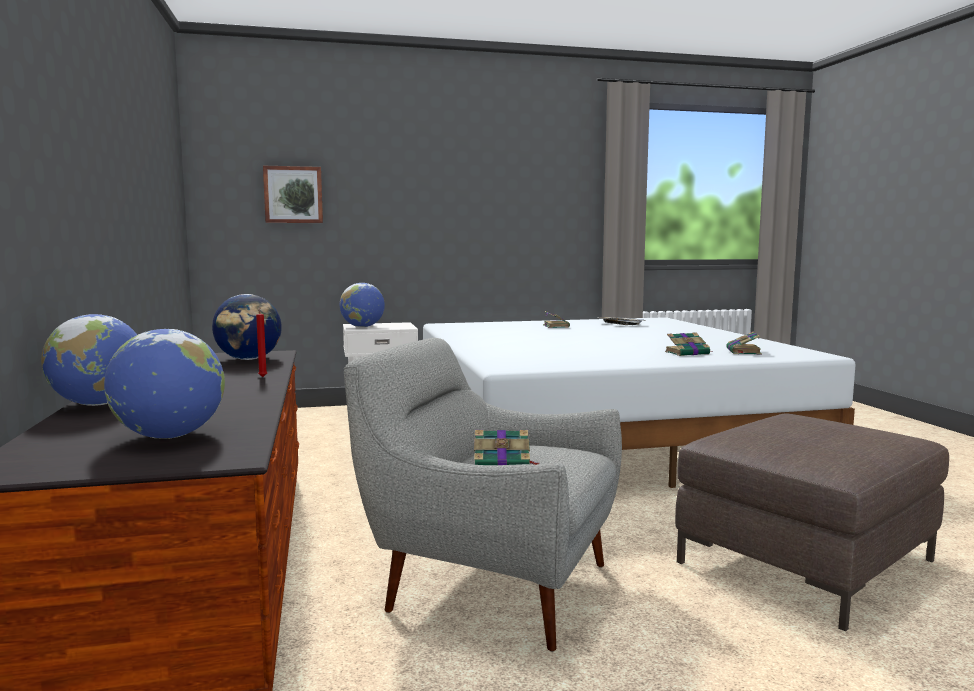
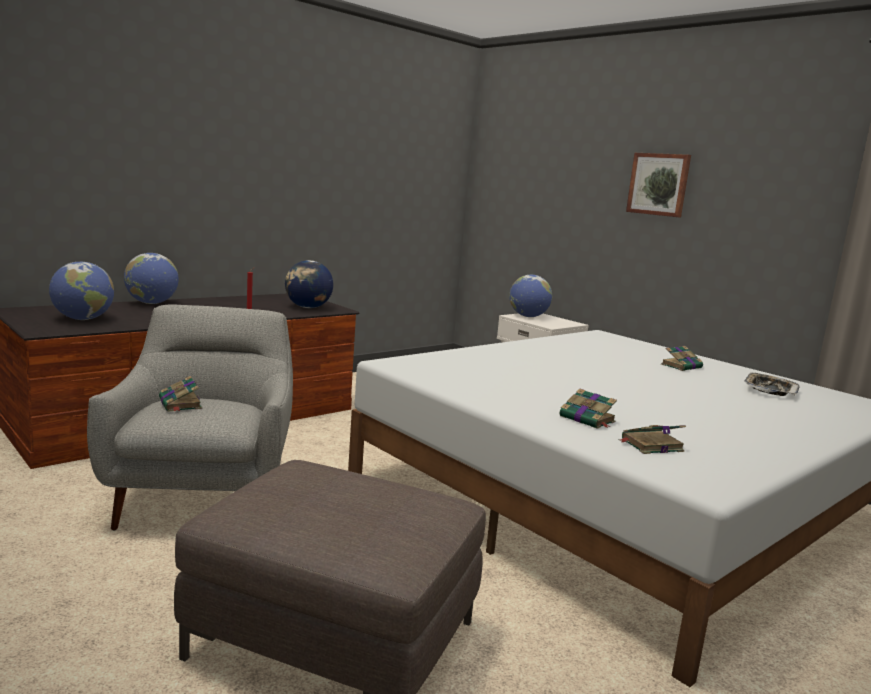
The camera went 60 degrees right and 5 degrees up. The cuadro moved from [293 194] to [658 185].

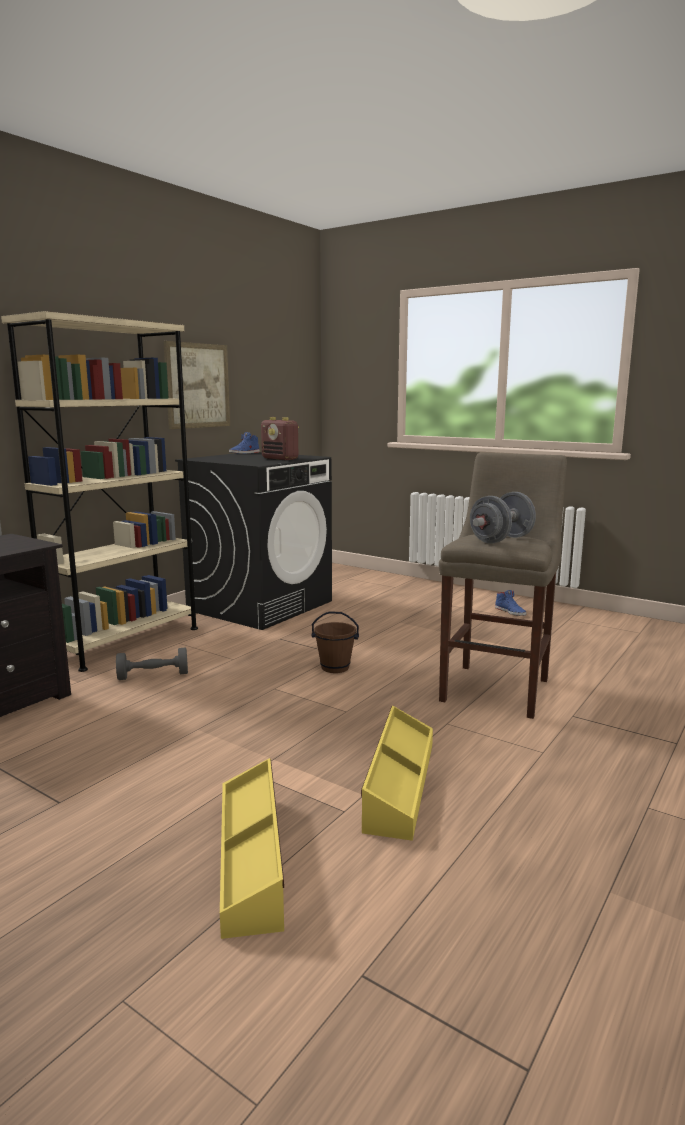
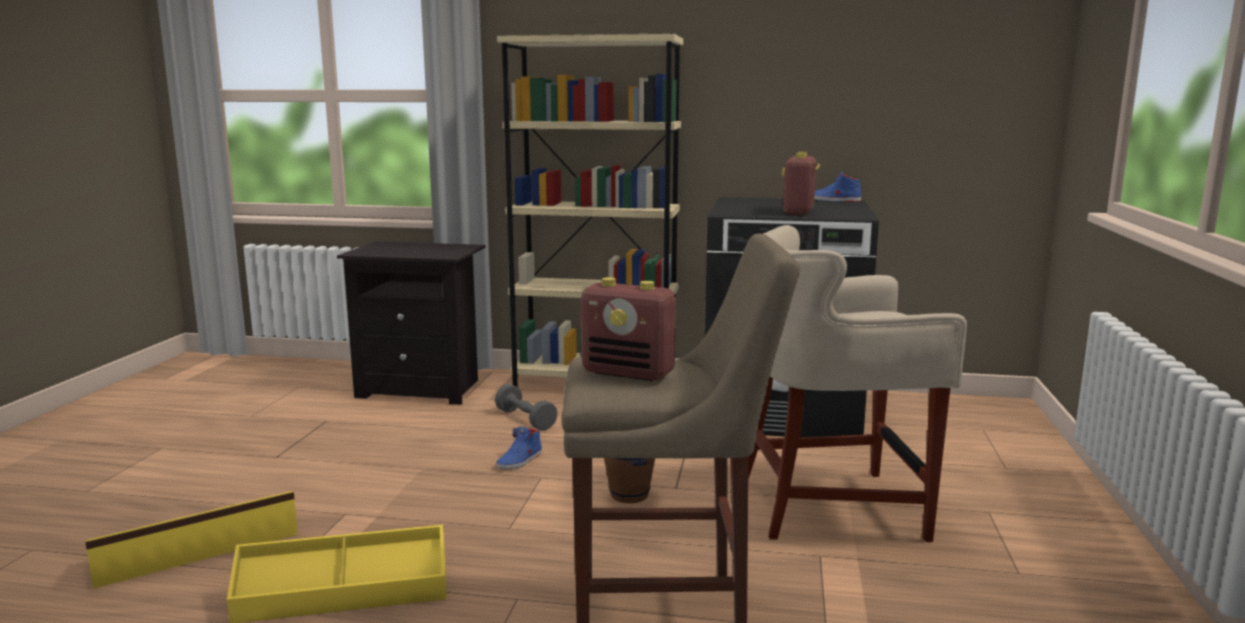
The camera went 65 degrees right and 0 degrees up. The cuadro at [196 385] disappeared. The mancuerna (gris) at [503 518] was replaced by the radio at [628 329]. The zapato (azul) moved from [511 603] to [519 448]. The taburete (beis) at [857 383] appeared.

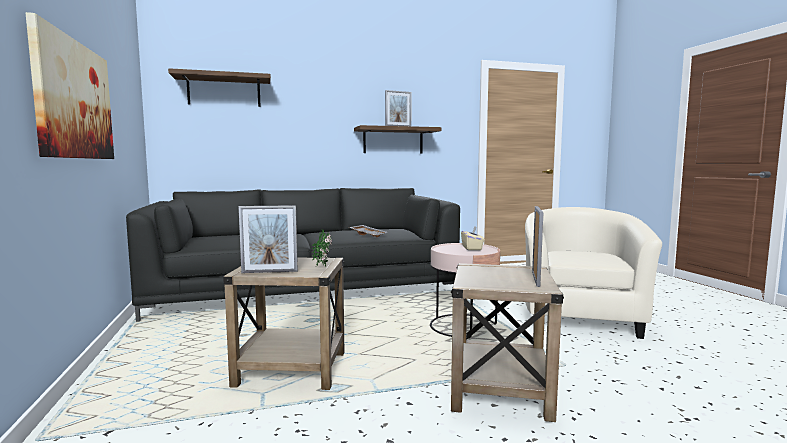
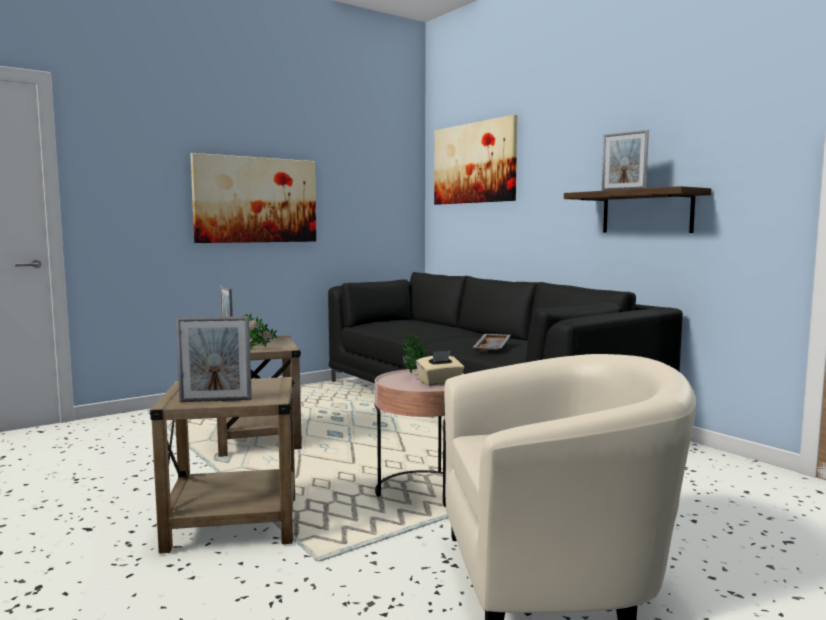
The camera went 70 degrees right and 0 degrees up. The estante at [219 87] was replaced by the cuadro at [475 160]. The planta en maceta at [414 353] appeared.

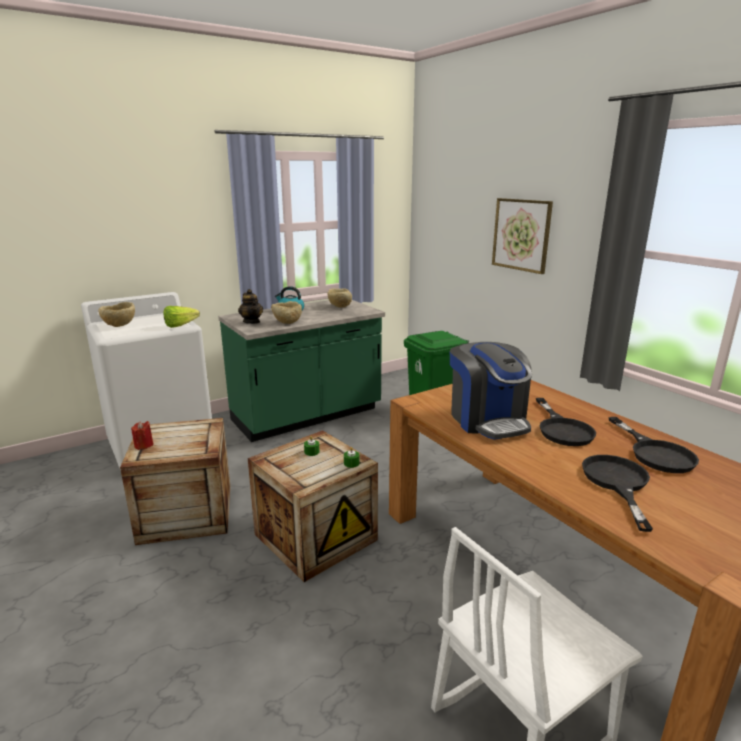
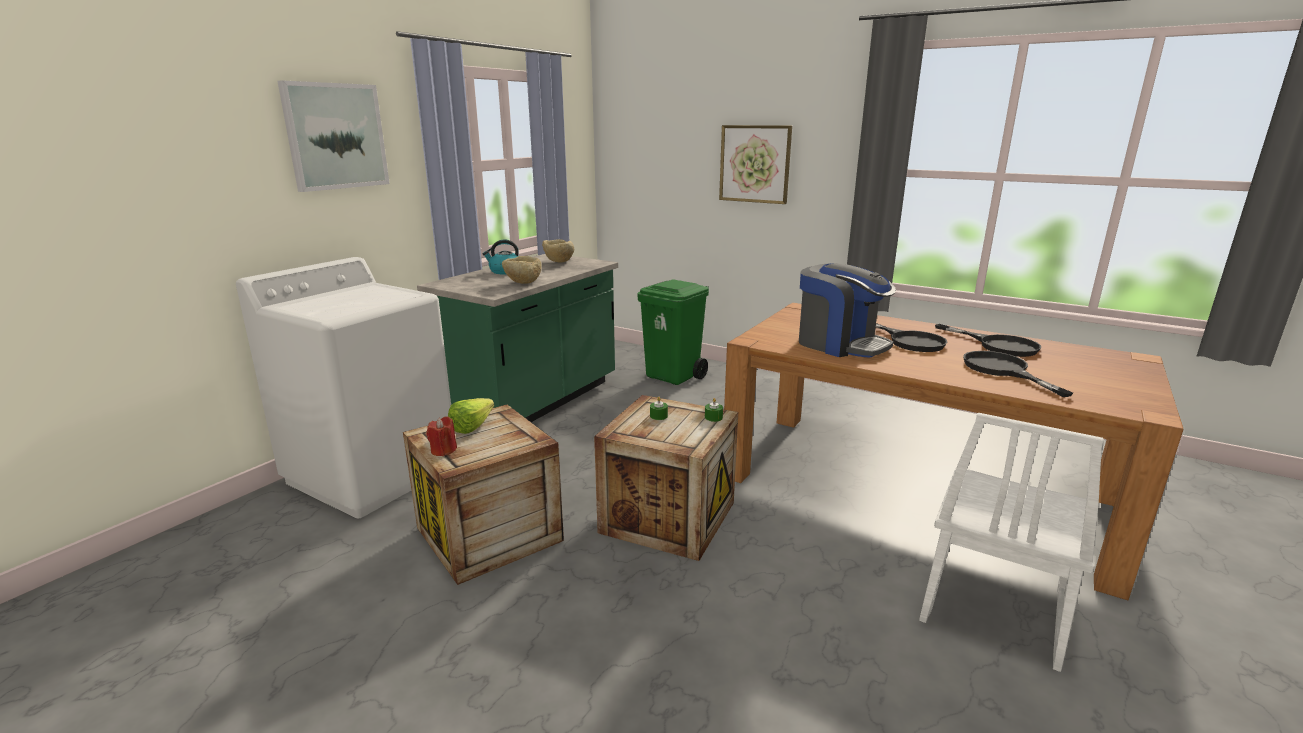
The camera went 25 degrees left and 0 degrees up. The tetera at [250 306] disappeared. The cuenco (beis) at [116 314] disappeared. The lechuga moved from [182 317] to [471 416]. The cuadro at [333 136] appeared.

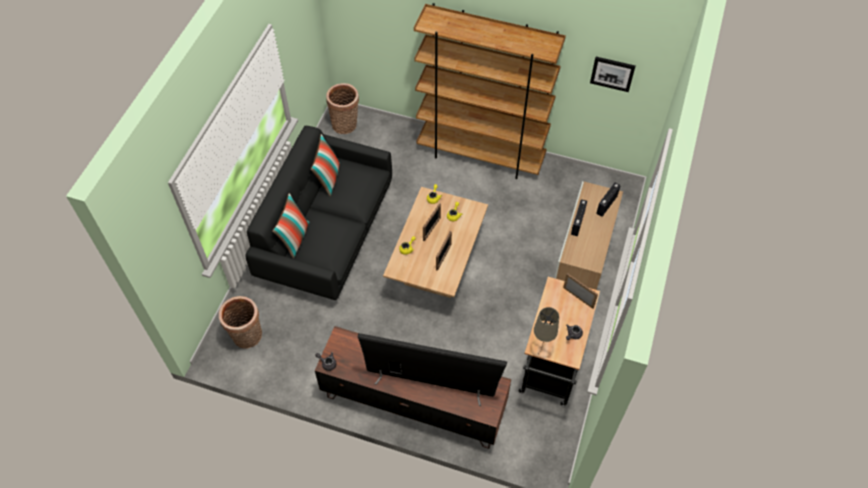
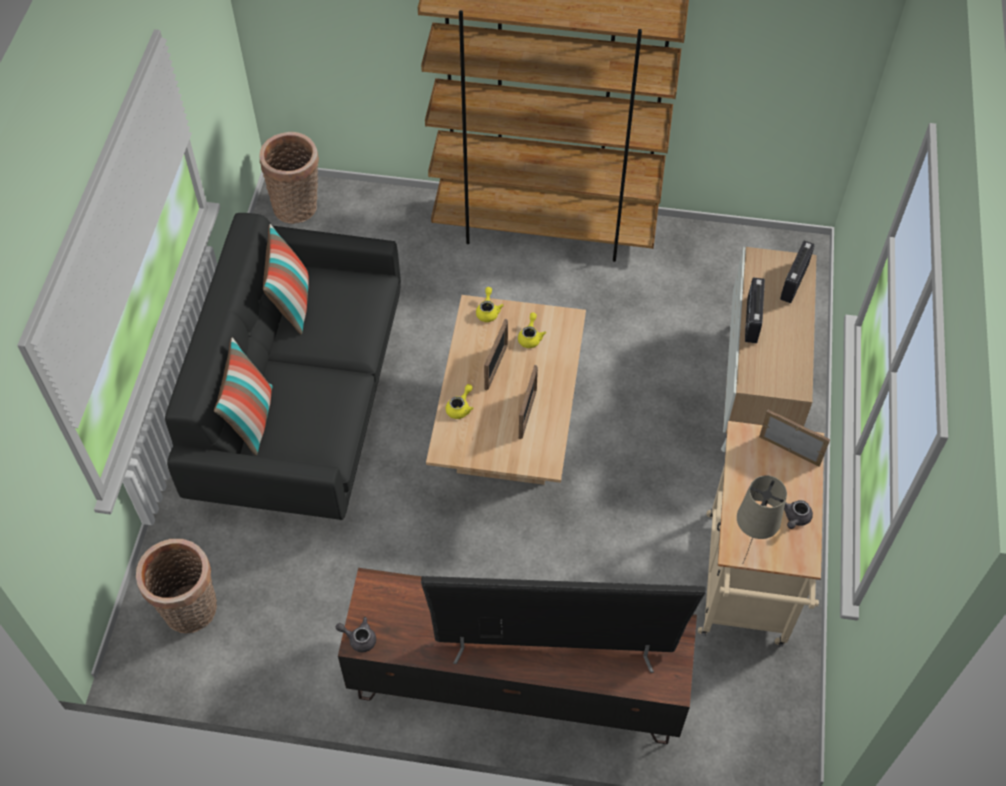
The camera went 10 degrees left and 0 degrees up. The cuadro at [612 74] disappeared. The carrito (negro) at [559 342] became the carrito (beis) at [761 534].

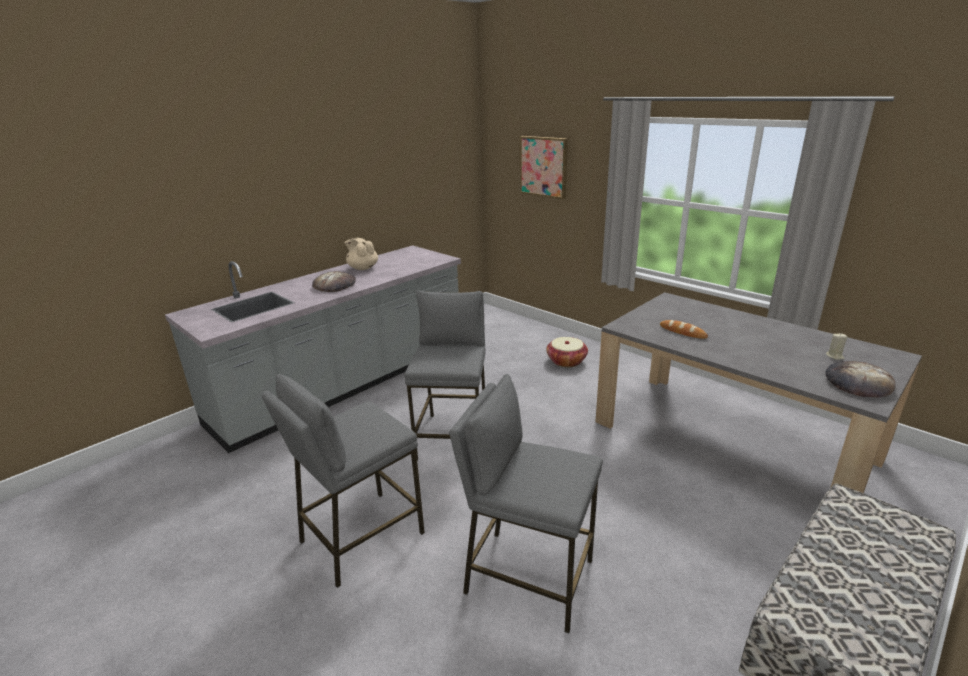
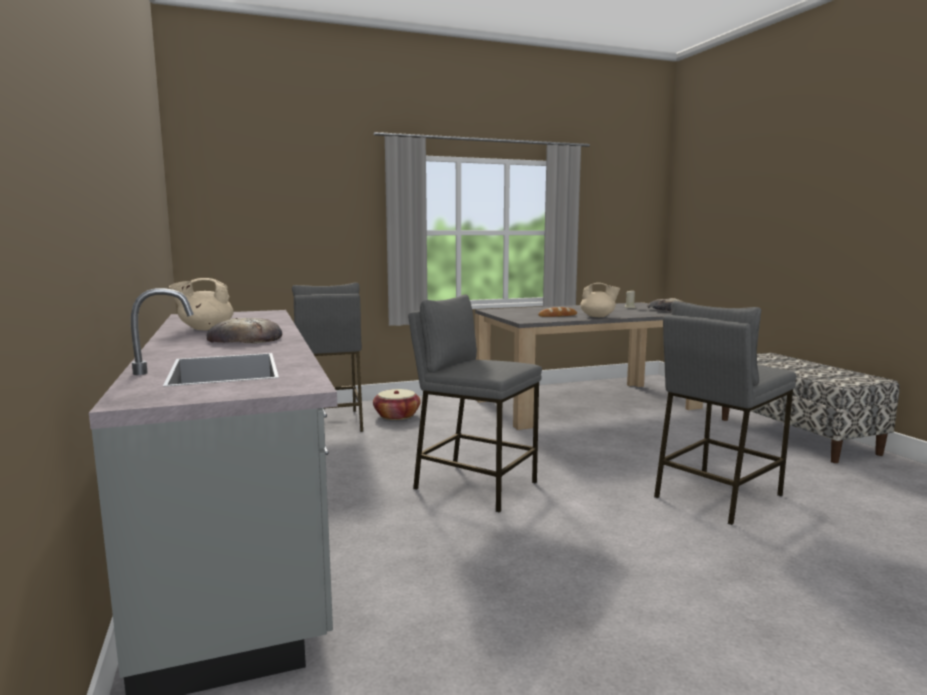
The camera went 65 degrees left and 15 degrees down. The cuadro at [544 168] disappeared. The taburete (gris) moved from [343 481] to [327 357]. The tetera (beis) at [600 300] appeared.

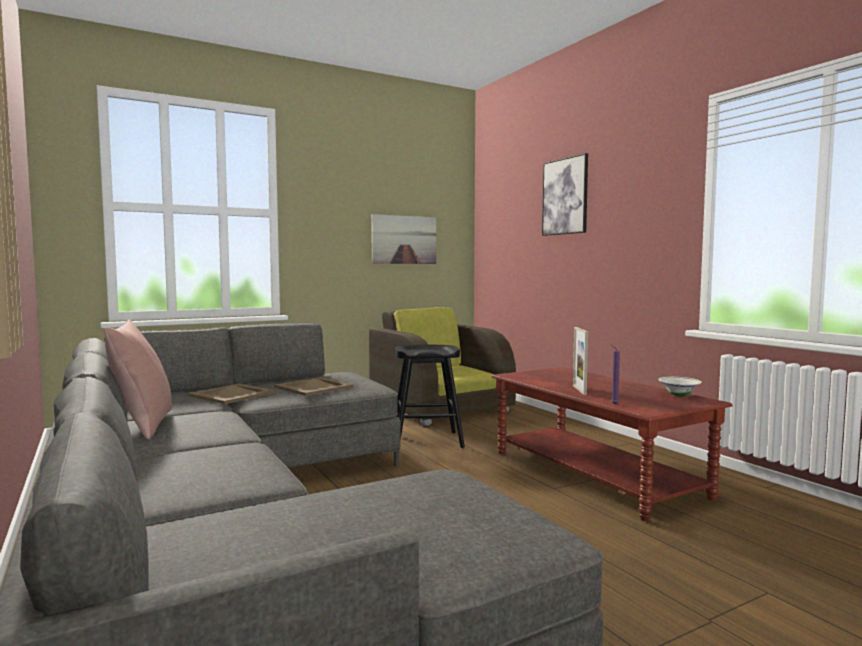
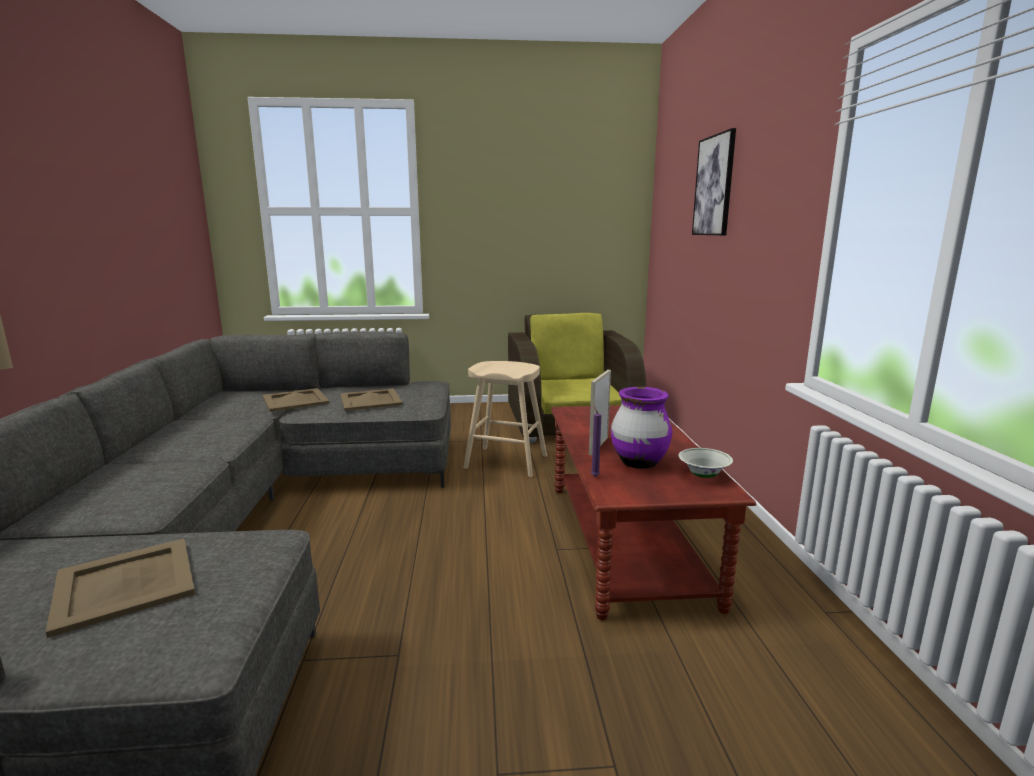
The camera went 25 degrees right and 10 degrees up. The cuadro at [403 239] disappeared. The cojín (rosa) at [138 379] disappeared. The taburete (negro) at [430 396] became the taburete (beis) at [505 419]. The florero (morado) at [641 428] appeared. The bandeja (beis) at [120 588] appeared.

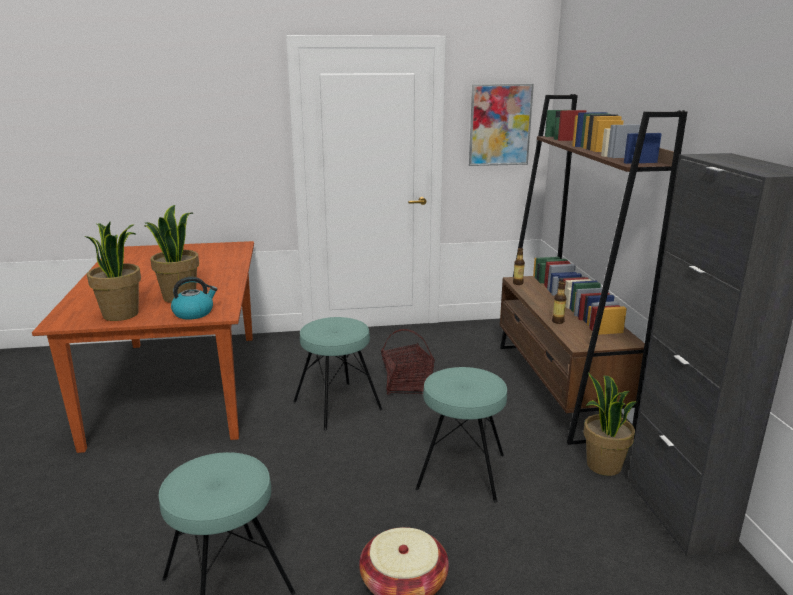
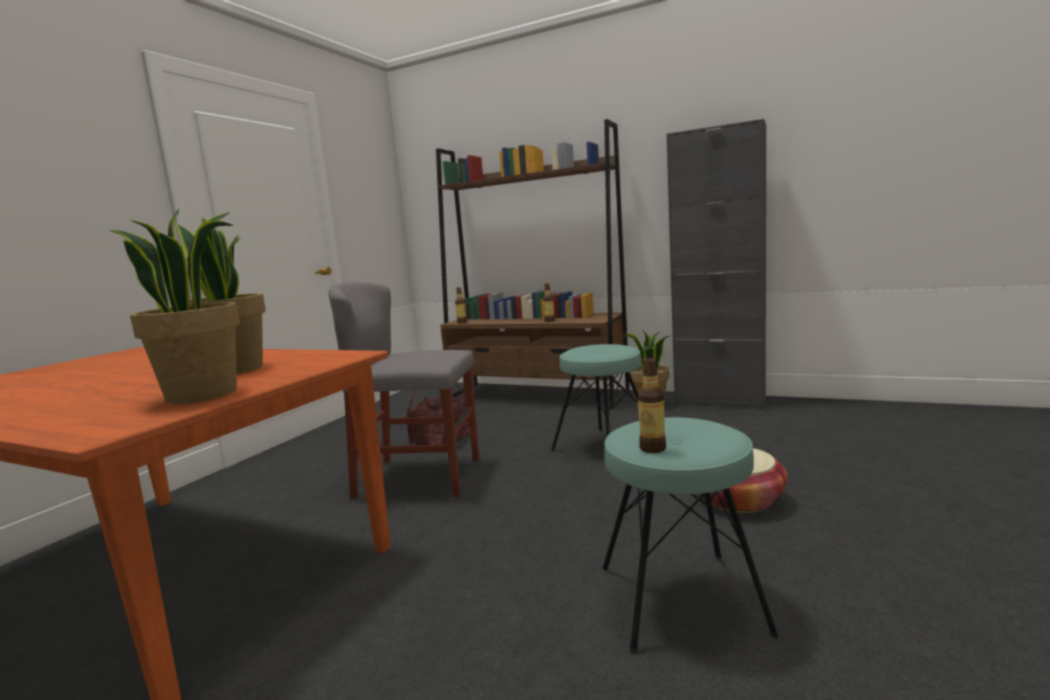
The camera went 55 degrees left and 10 degrees down. The cuadro at [501 125] disappeared. The hervidor at [194 298] disappeared. The taburete (turquesa) at [338 374] was replaced by the silla (gris) at [404 390]. The botella at [652 405] appeared.

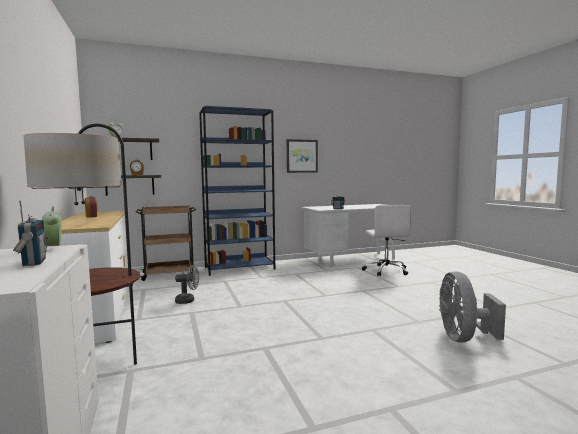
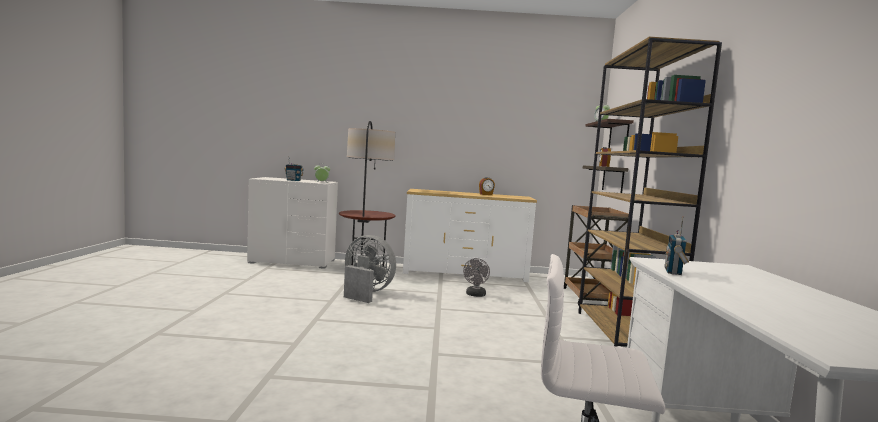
The camera went 110 degrees right and 0 degrees up. The estantería (azul) at [237 191] became the estantería (marrón) at [650 192]. The cuadro at [302 156] disappeared. The ventilador (gris) moved from [472 307] to [370 269].

